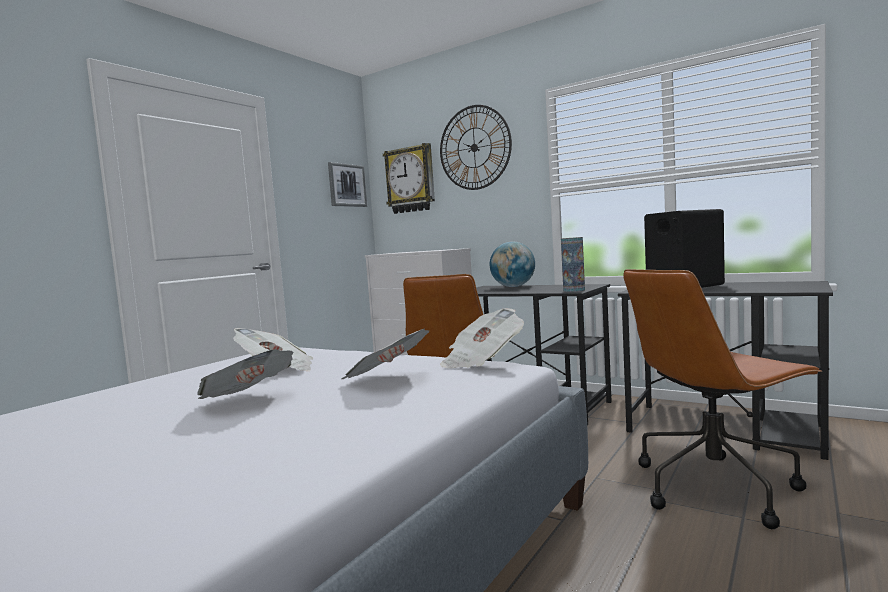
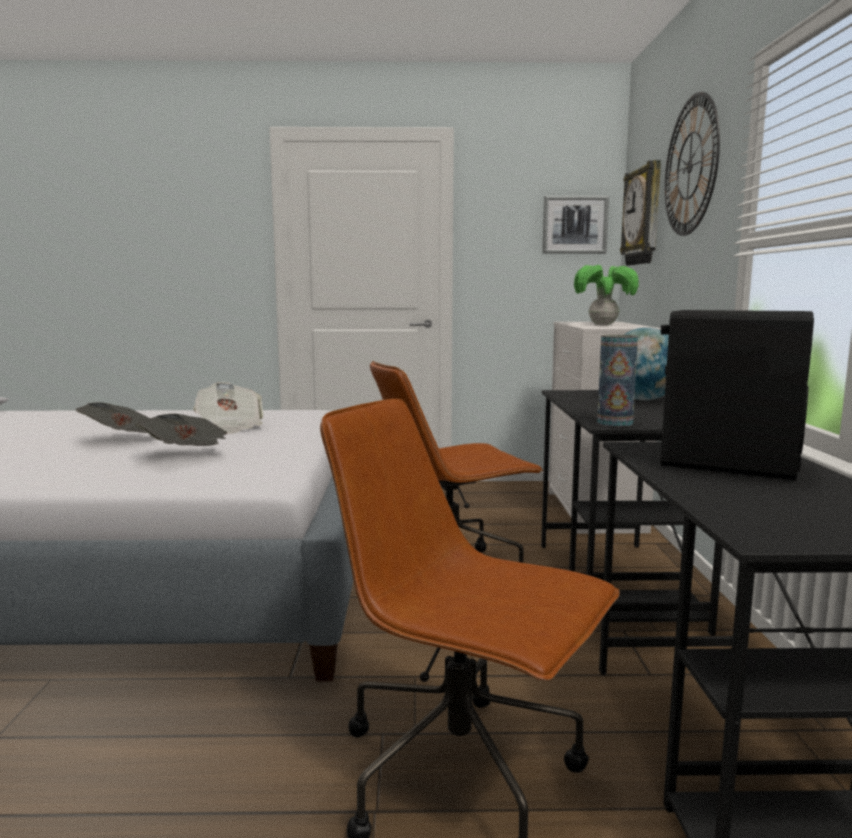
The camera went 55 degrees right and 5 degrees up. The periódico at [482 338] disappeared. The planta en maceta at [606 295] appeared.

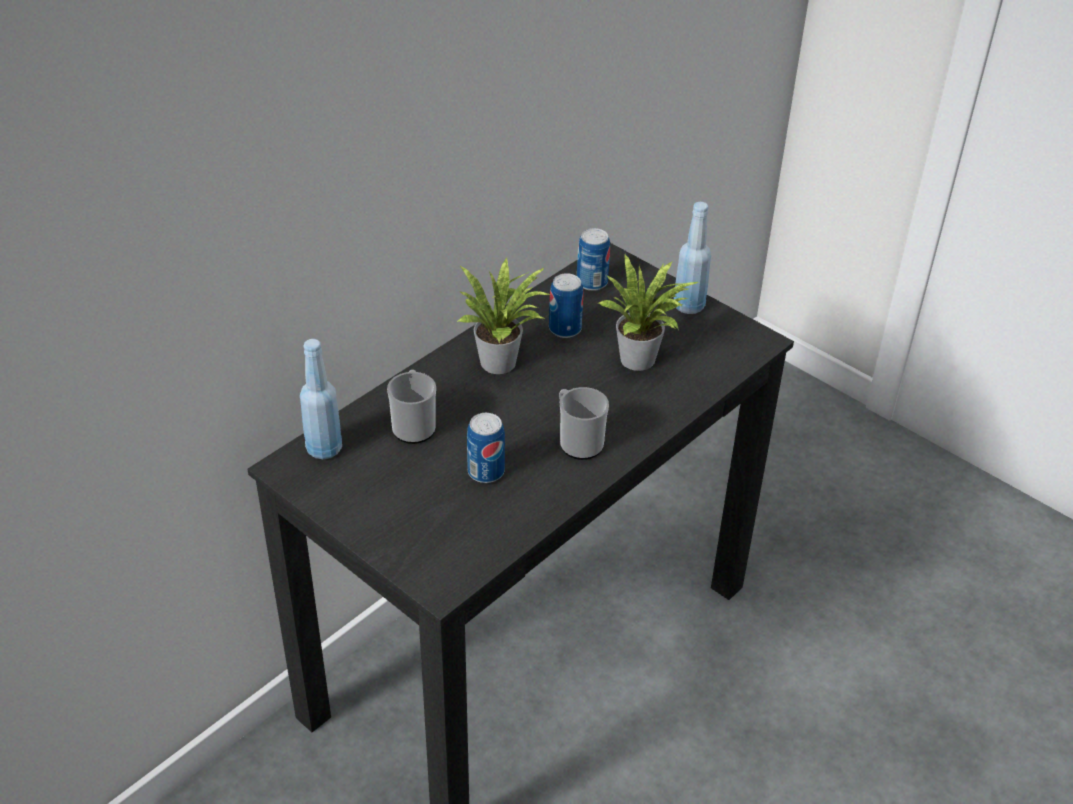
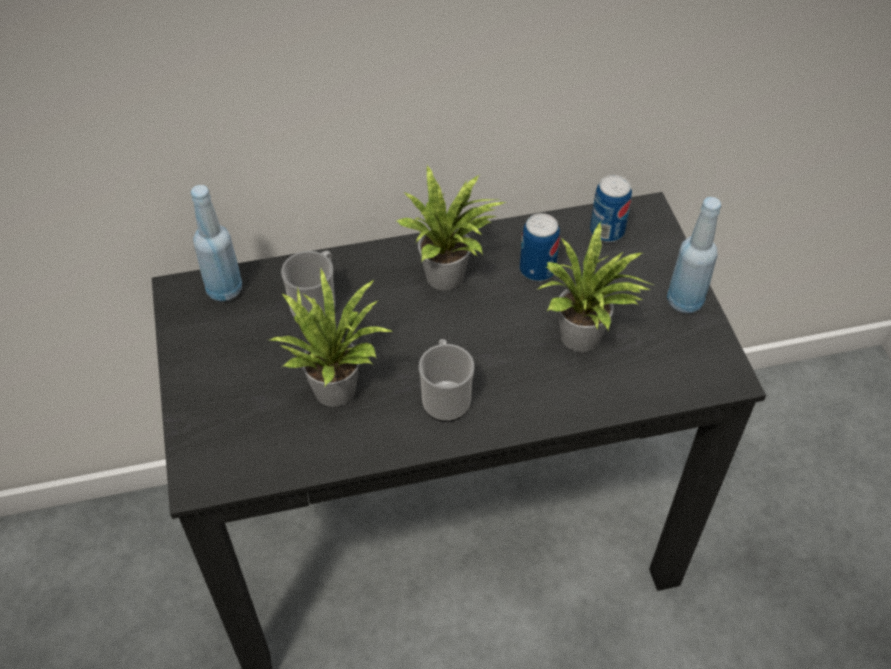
The camera went 35 degrees right and 10 degrees up. The lata at [486 448] was replaced by the planta en maceta at [332 338].

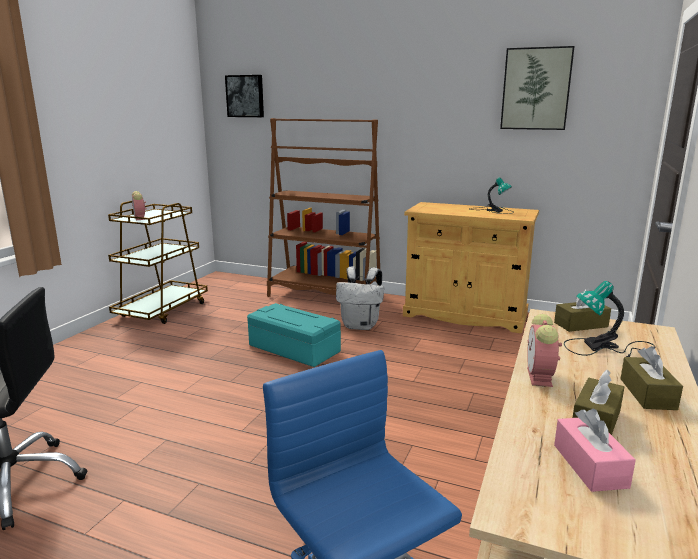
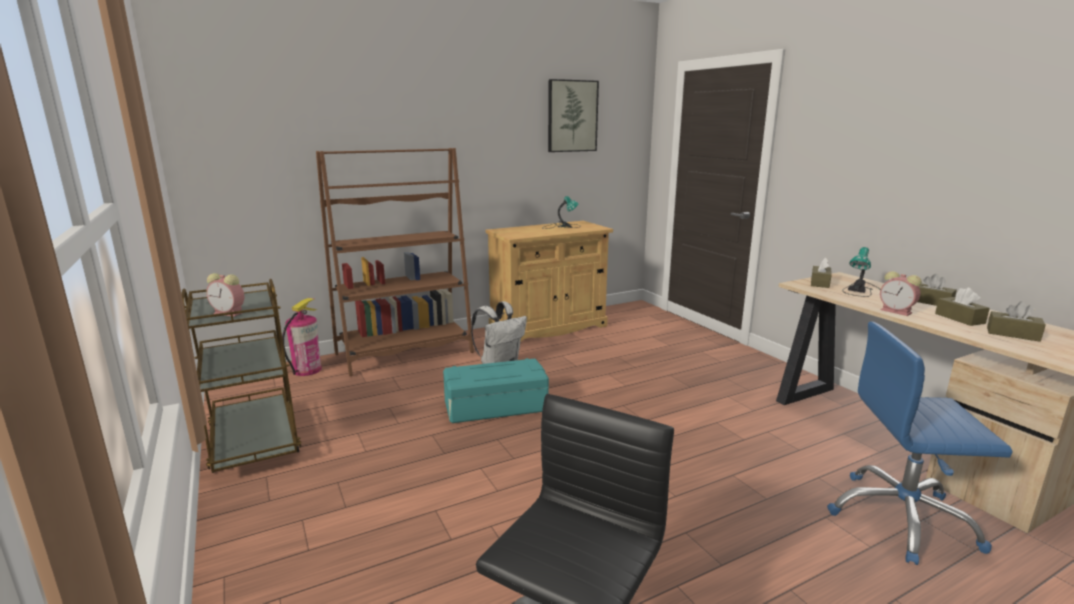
The camera went 50 degrees left and 0 degrees up. The cuadro at [244 96] disappeared. The caja de pañuelos (rosa) at [595 450] became the caja de pañuelos (marrón) at [1016 321]. The extintor at [302 337] appeared.

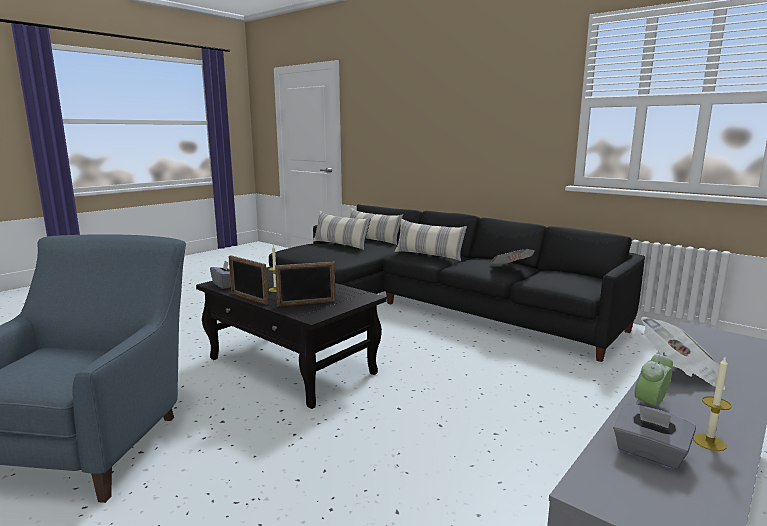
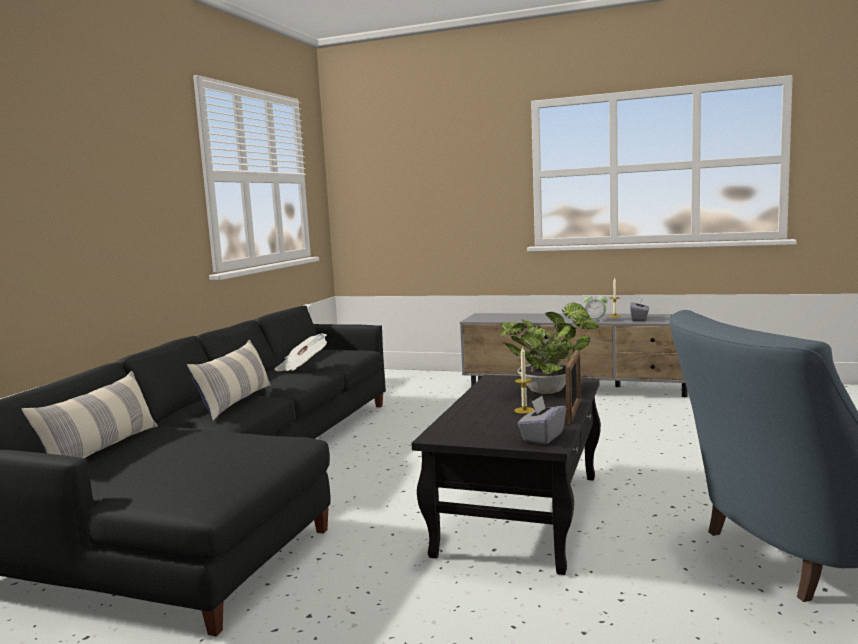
The camera went 110 degrees left and 5 degrees down. The cojín at [342 230] disappeared. The portarretratos at [305 284] was replaced by the planta en maceta at [550 348]. The periódico at [683 353] disappeared.

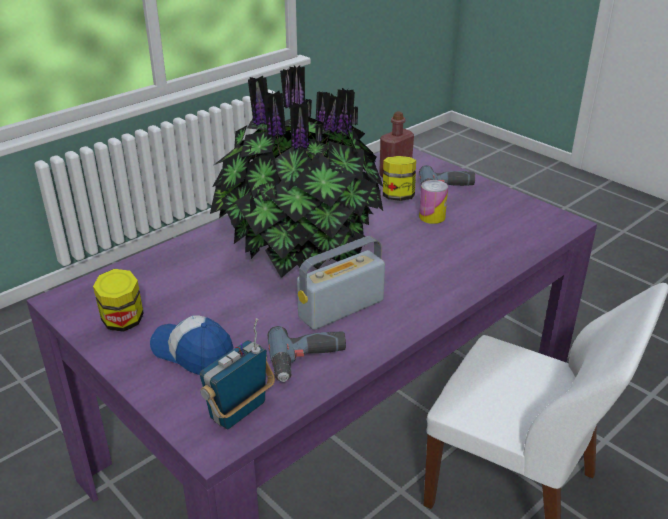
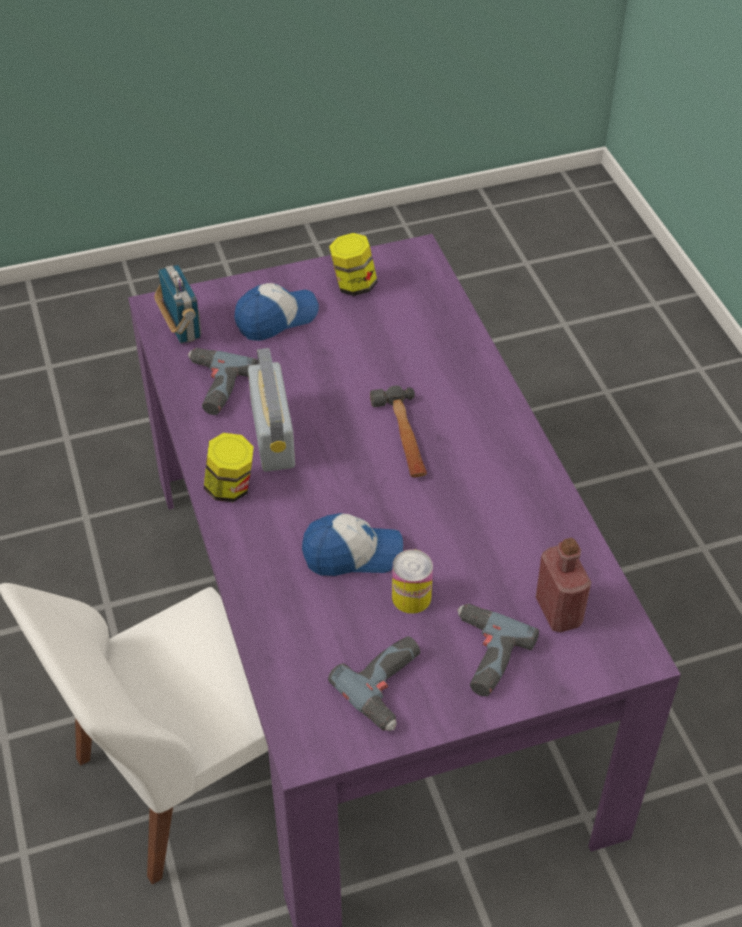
The camera went 115 degrees right and 15 degrees up. The planta en maceta at [297 171] was replaced by the martillo at [398 431]. The tarro moved from [399 178] to [229 467]. The gorra at [352 544] appeared. The taladro at [374 683] appeared.

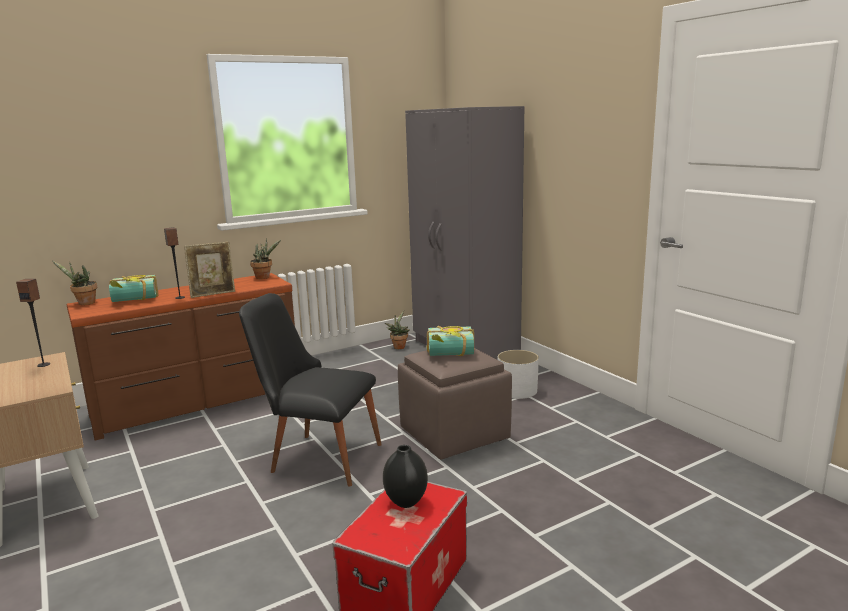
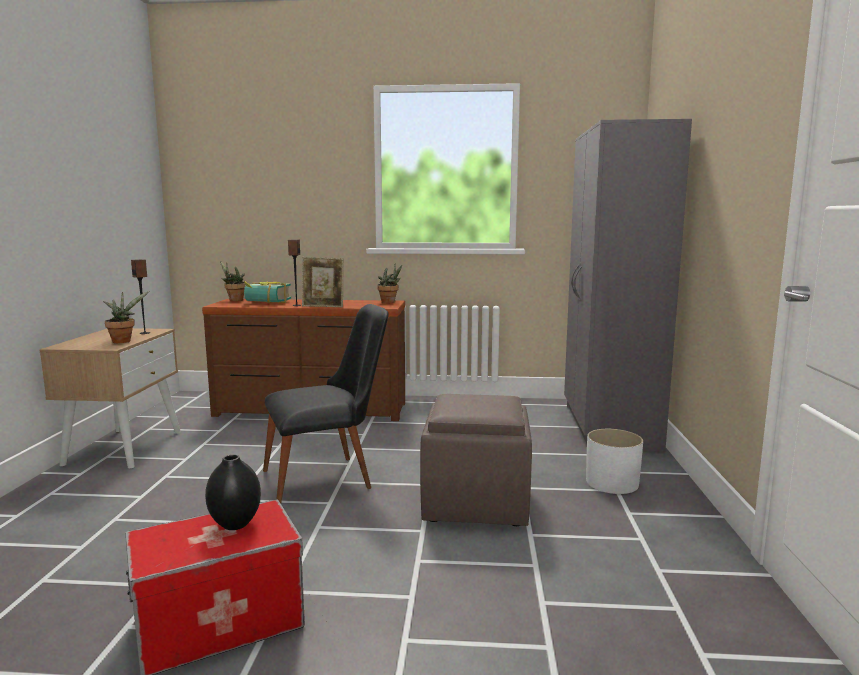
The camera went 35 degrees right and 5 degrees down. The silla (negro) at [310 390] turned 105 degrees clockwise. The planta en maceta moved from [397 329] to [126 317]. The libro at [450 341] disappeared.

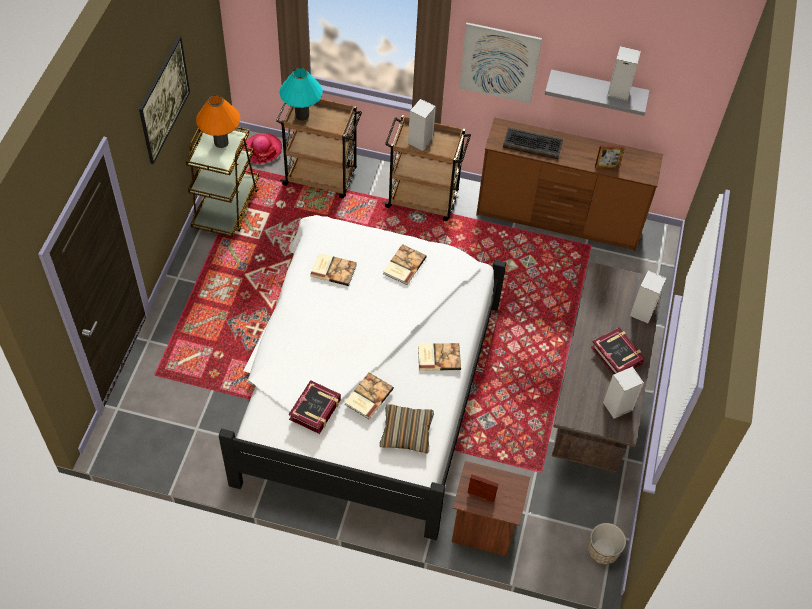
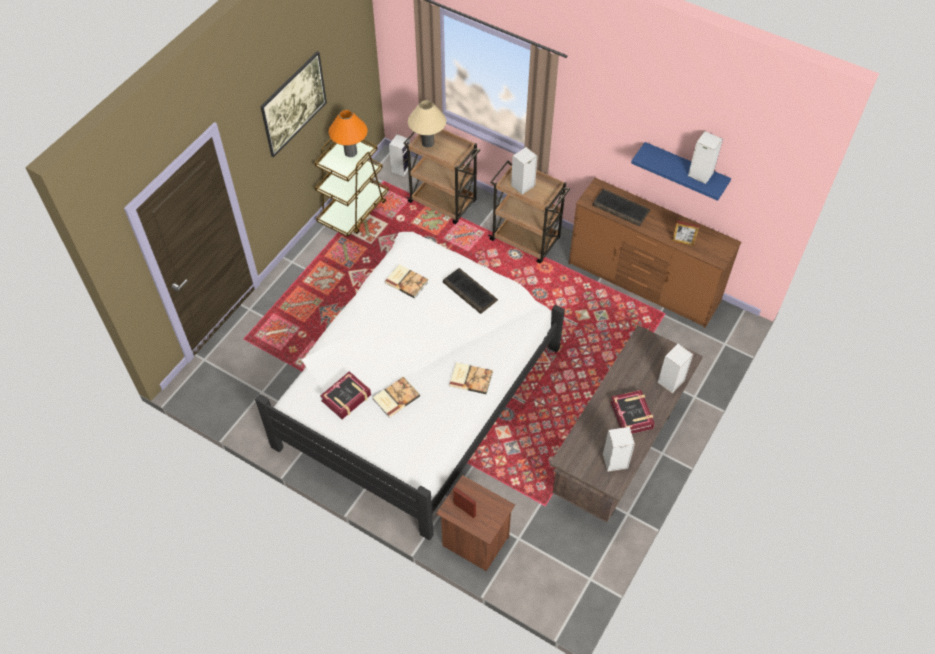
The camera went 20 degrees right and 0 degrees up. The cuadro at [500 63] disappeared. The lámpara de mesa (turquesa) at [301 94] became the lámpara de mesa (beis) at [427 124]. The estante (gris) at [597 92] became the estante (azul) at [681 171]. The sombrero at [262 148] was replaced by the altavoz at [400 155]. The libro at [405 264] was replaced by the teclado at [470 291]. The cojín at [407 429] disappeared. The maceta at [607 544] disappeared.

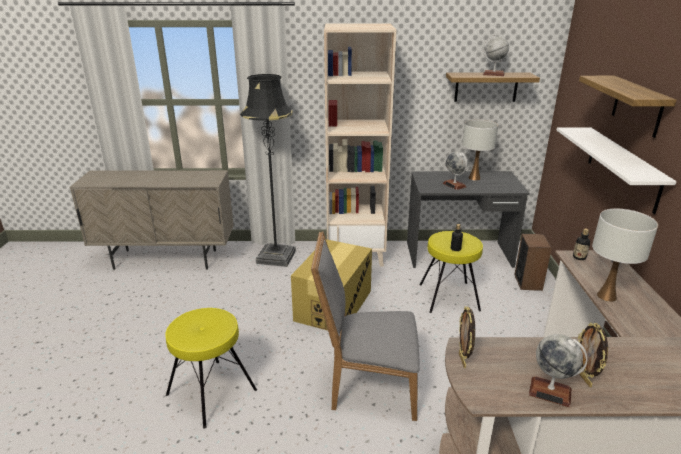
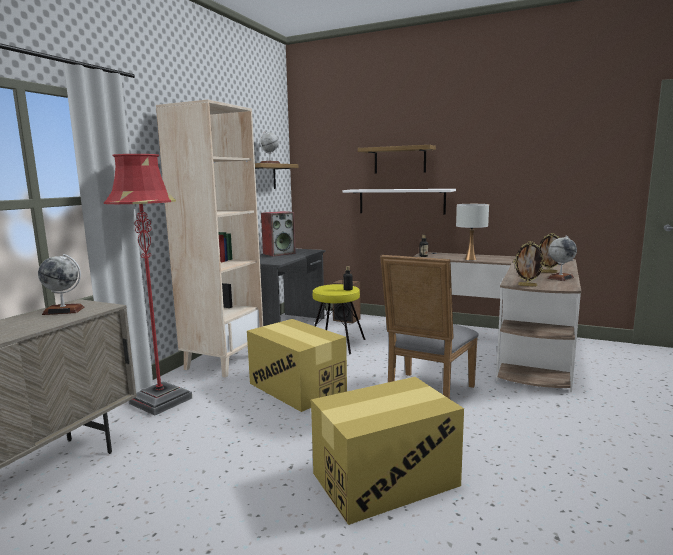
The camera went 65 degrees left and 15 degrees down. The lámpara de pie (negro) at [268 170] became the lámpara de pie (rojo) at [148 285]. The lámpara de mesa (blanco) at [480 150] was replaced by the altavoz at [278 234]. The globo terráqueo moved from [455 171] to [61 284]. The taburete (amarillo) at [211 368] was replaced by the caja de cartón at [387 451].

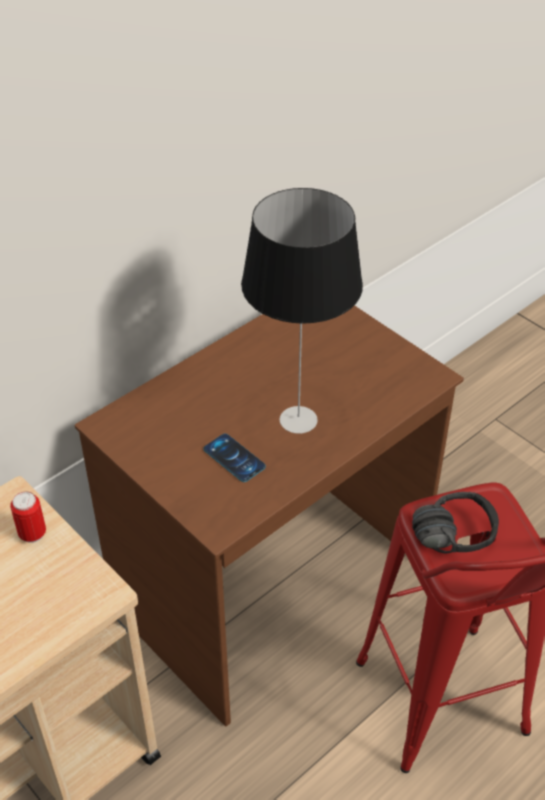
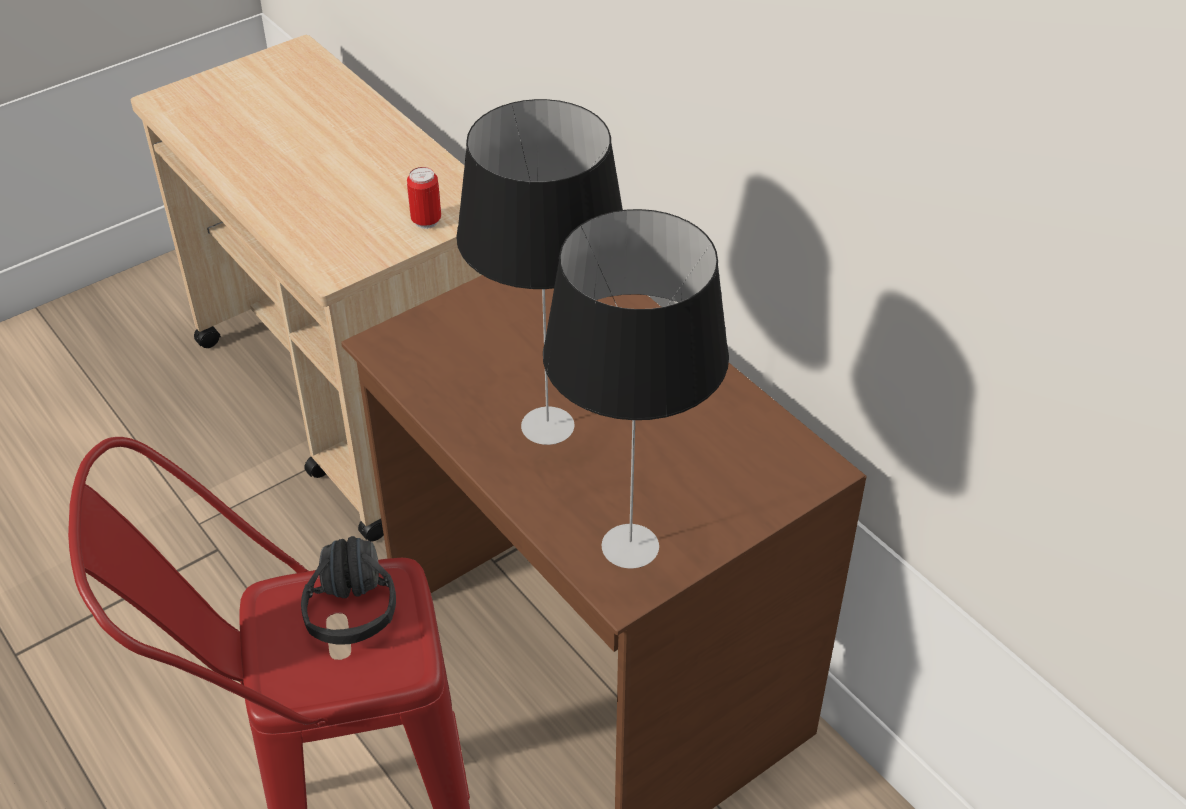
The camera went 95 degrees right and 0 degrees up. The móvil at [234 458] disappeared. The lámpara de mesa at [636 388] appeared.

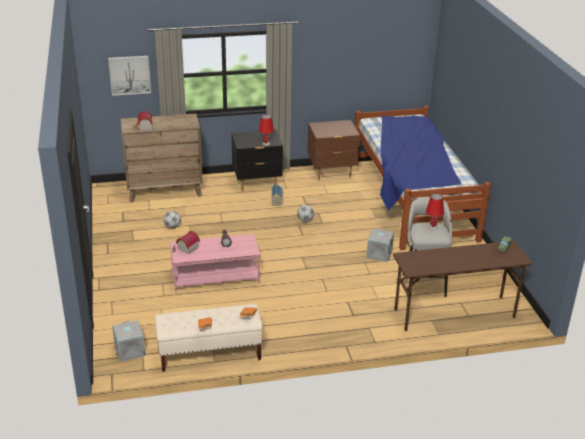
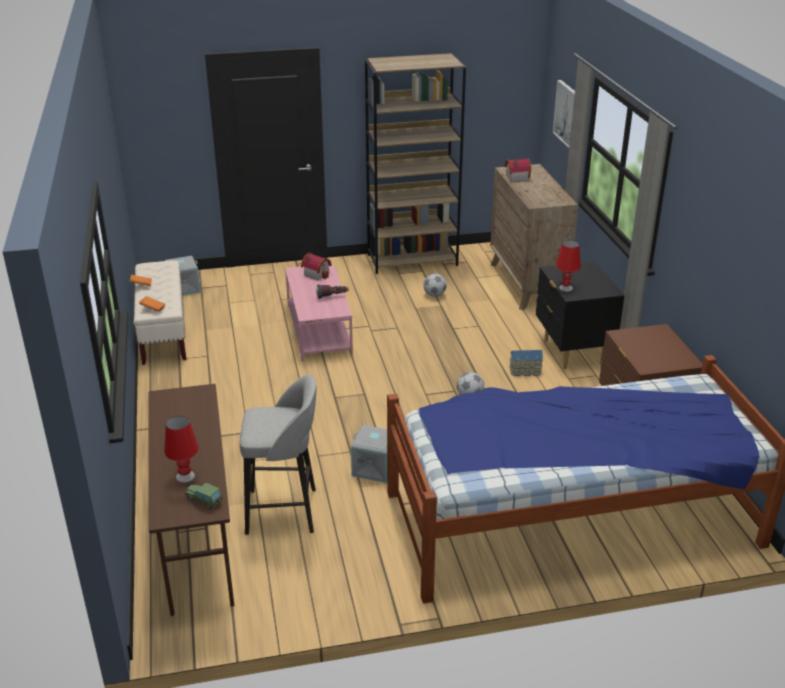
The camera went 90 degrees right and 0 degrees up. The lámpara de mesa (rojo) moved from [435 212] to [181 449]. The estantería (marrón) at [415 163] appeared.

